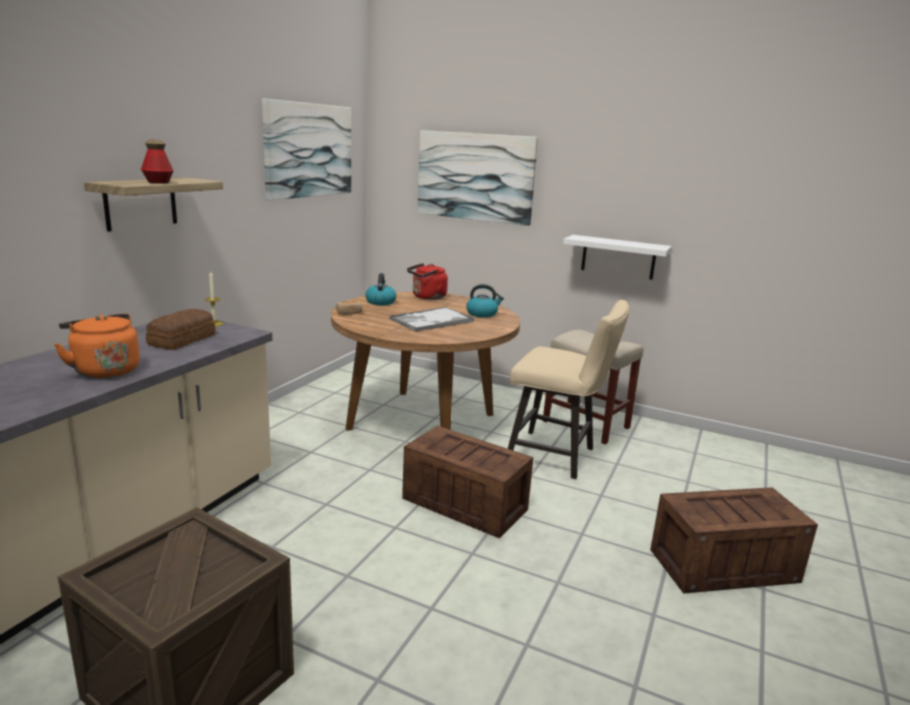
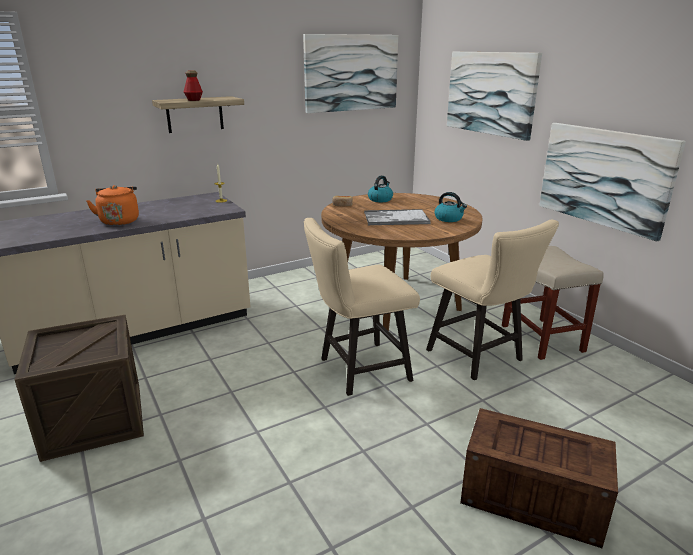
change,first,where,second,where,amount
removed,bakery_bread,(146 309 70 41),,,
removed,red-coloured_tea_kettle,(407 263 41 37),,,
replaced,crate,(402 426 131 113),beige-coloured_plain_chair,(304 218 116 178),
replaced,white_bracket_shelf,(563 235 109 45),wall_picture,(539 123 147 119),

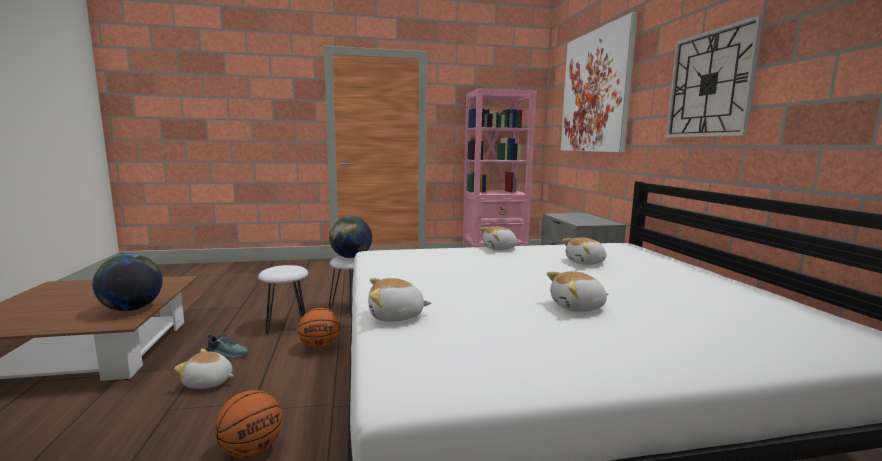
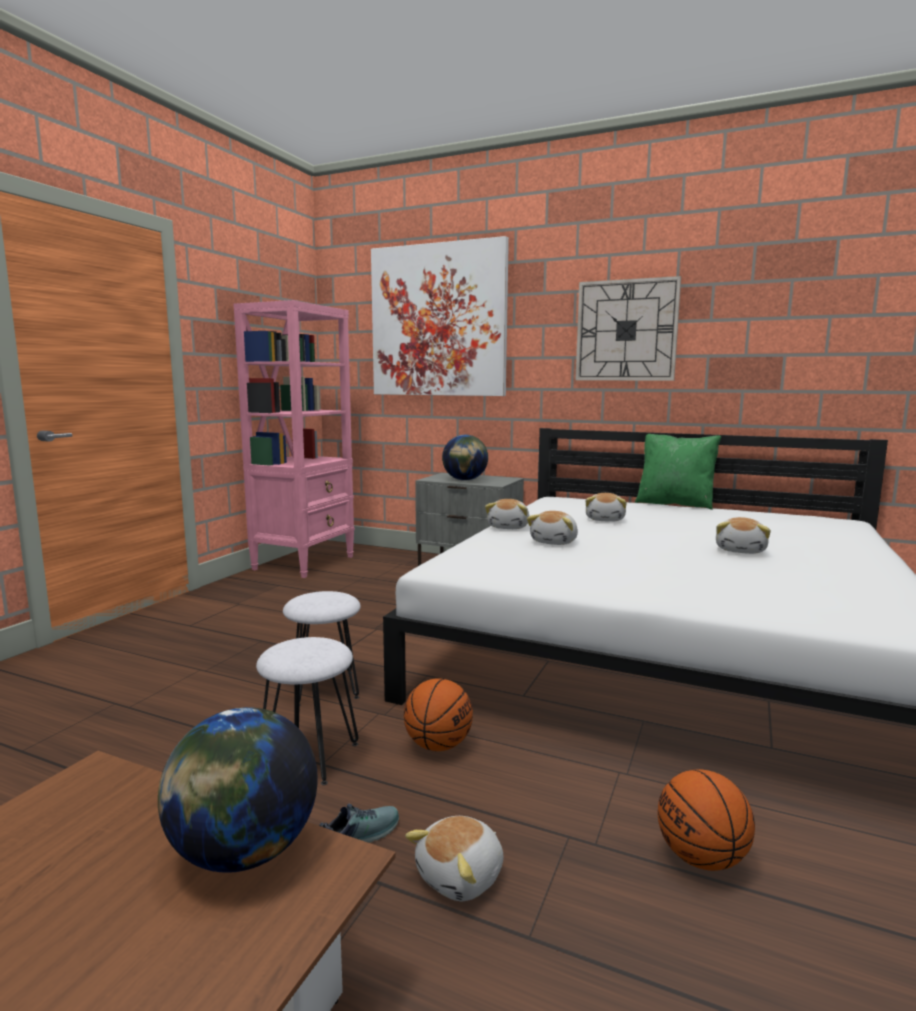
change,first,where,second,where,amount
added,,,greenish_cushion,(635 434 86 76),
moved,world_globe,(329 216 43 42),,(442 435 46 45),
moved,cuddly_toy,(368 278 63 44),,(527 511 51 34),

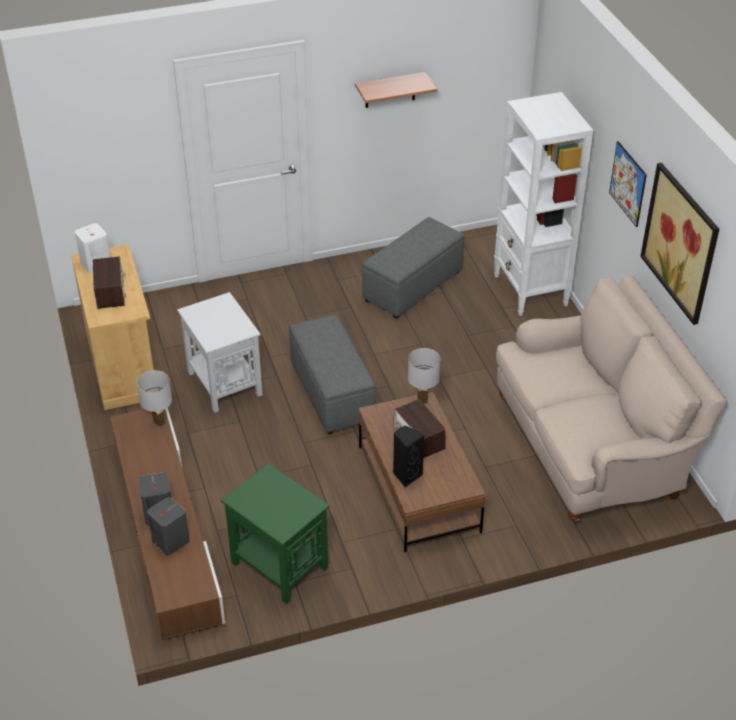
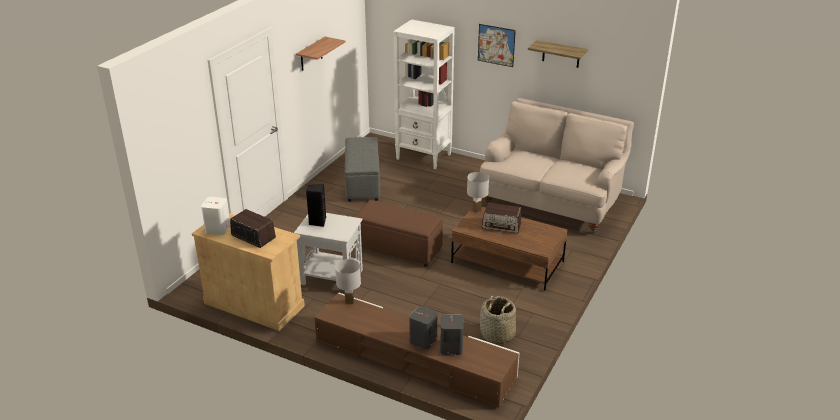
change,first,where,second,where,amount
moved,black_audio_speaker,(393 425 31 63),,(306 184 20 43),
replaced,greenish_accent_table,(221 464 109 140),household_basket,(480 296 36 48),
replaced,wall_picture,(640 163 79 162),bracket_shelf,(528 40 60 28),
recoloured,gray_pouffe,(289 315 86 120),brownish_pouffe,(354 200 89 67),

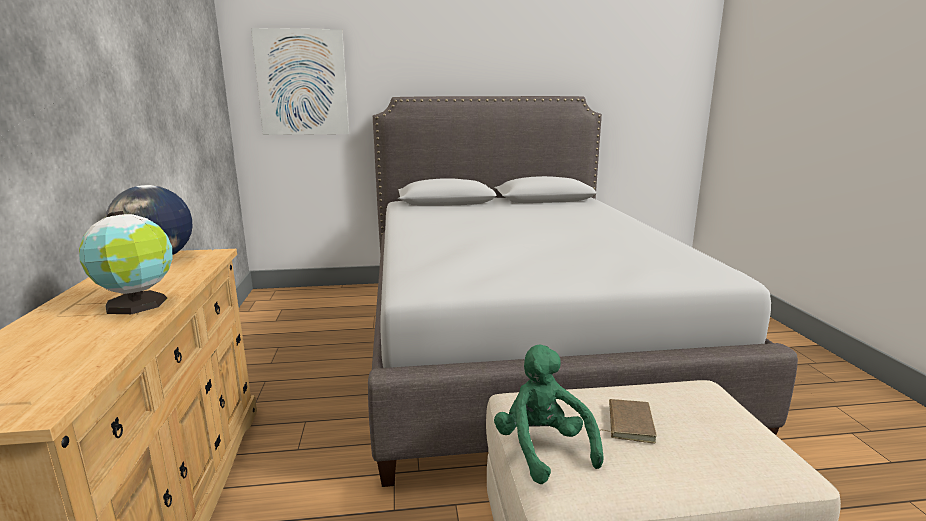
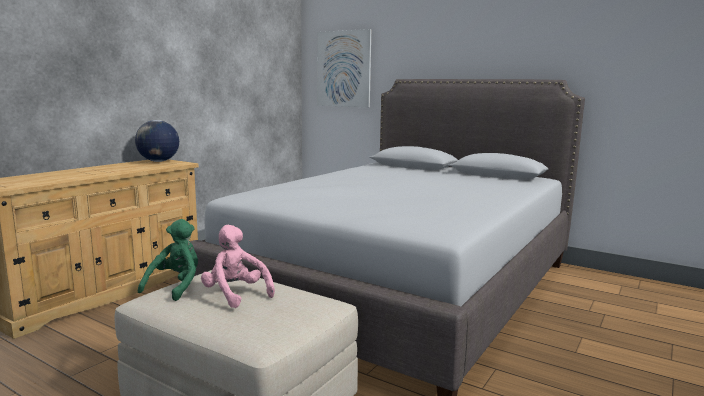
change,first,where,second,where,amount
removed,world_globe,(79 211 94 103),,,
replaced,brownish_volume,(599 399 58 45),pink-coloured_cuddly_toy,(201 225 74 83),

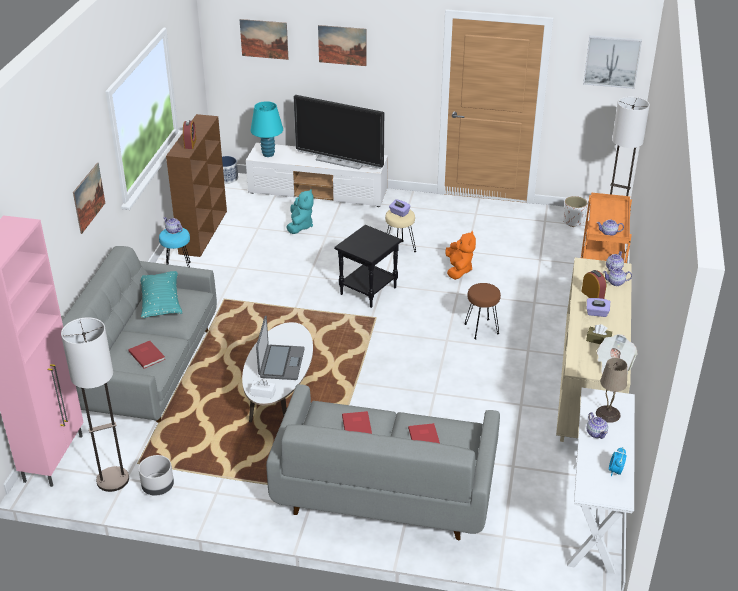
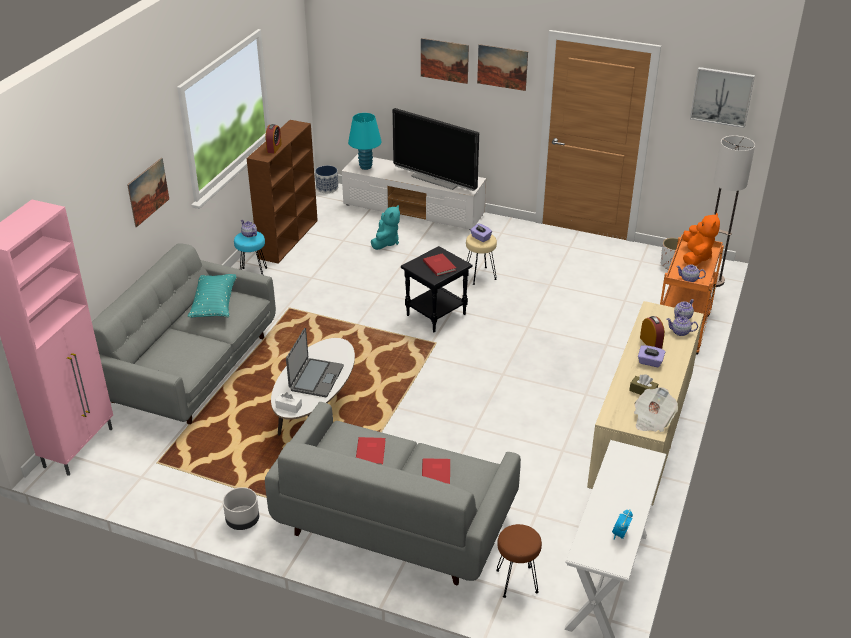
change,first,where,second,where,amount
removed,floor_lamp,(61 317 68 175),,,
removed,teapot,(586 412 22 27),,,
removed,beige-coloured_table_lamp,(596 358 31 65),,,
moved,red-coloured_volume,(128 341 37 28),,(423 253 33 23),
moved,gray_plant_pot,(138 455 36 41),,(223 487 36 43),
moved,wall_picture,(239 19 49 41),,(477 44 51 47),
moved,orange_cuddly_toy,(445 231 31 49),,(683 213 37 53),
moved,brownish_sitting_stool,(464 283 37 56),,(496 524 46 74),

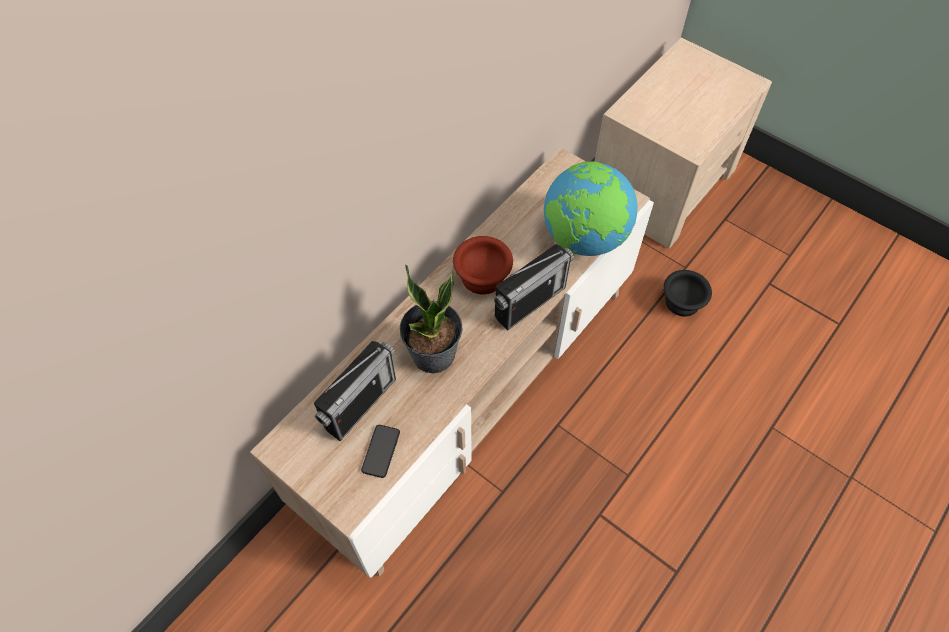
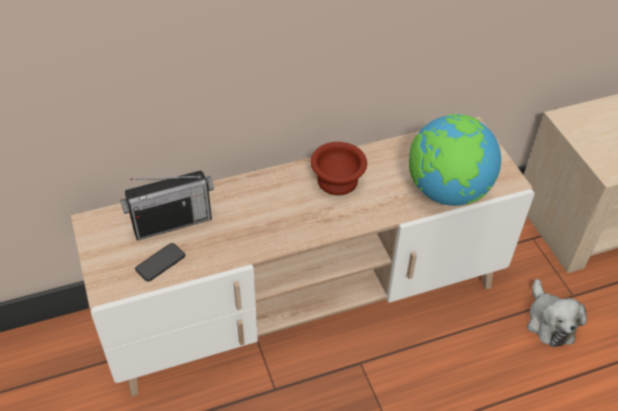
change,first,where,second,where,amount
removed,plant_in_a_pot,(400 264 63 110),,,
removed,radio_set,(494 244 80 87),,,
replaced,black_bowl,(664 270 48 47),cuddly_toy,(527 279 60 68),

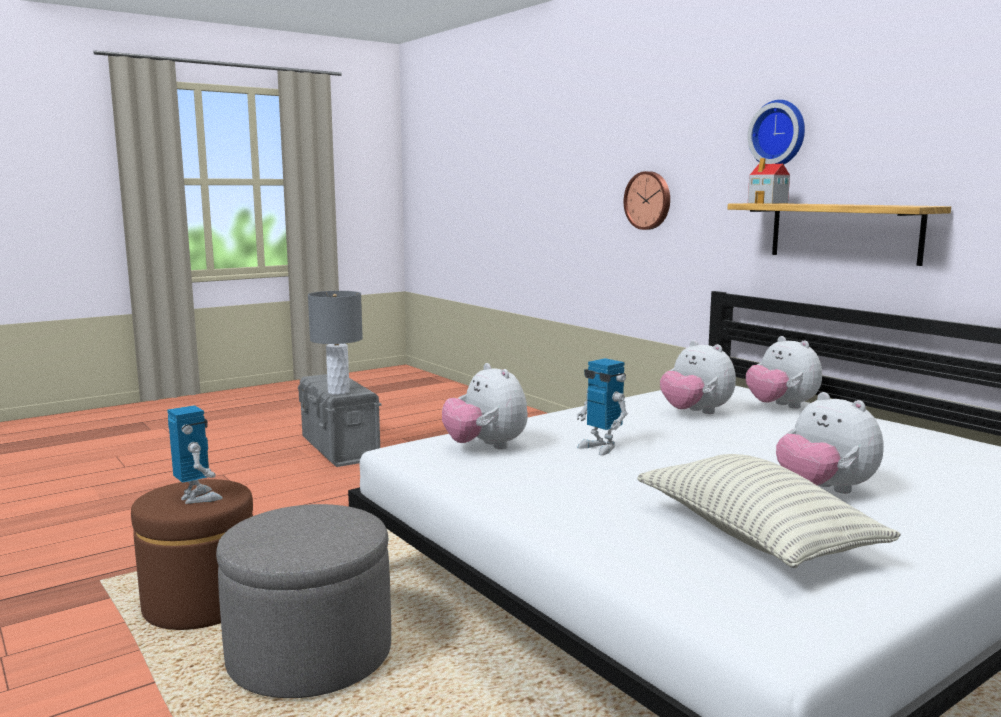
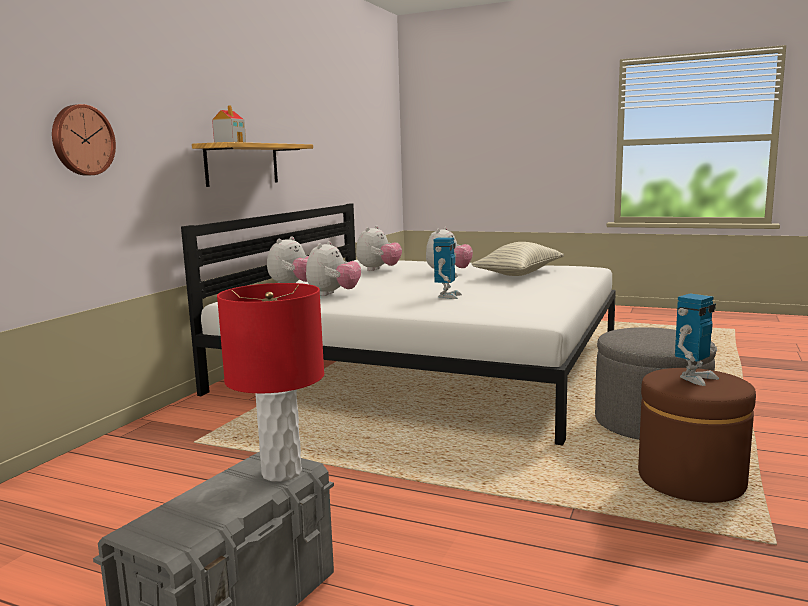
change,first,where,second,where,amount
removed,wall_clock,(748 100 57 64),,,
moved,cuddly_toy,(442 363 86 86),,(356 226 46 45),
recoloured,gray_table_lamp,(308 291 55 104),red-coloured_table_lamp,(217 283 107 199),
turned,model_robot,(167 405 56 99),,(675 293 44 93),150 degrees counterclockwise

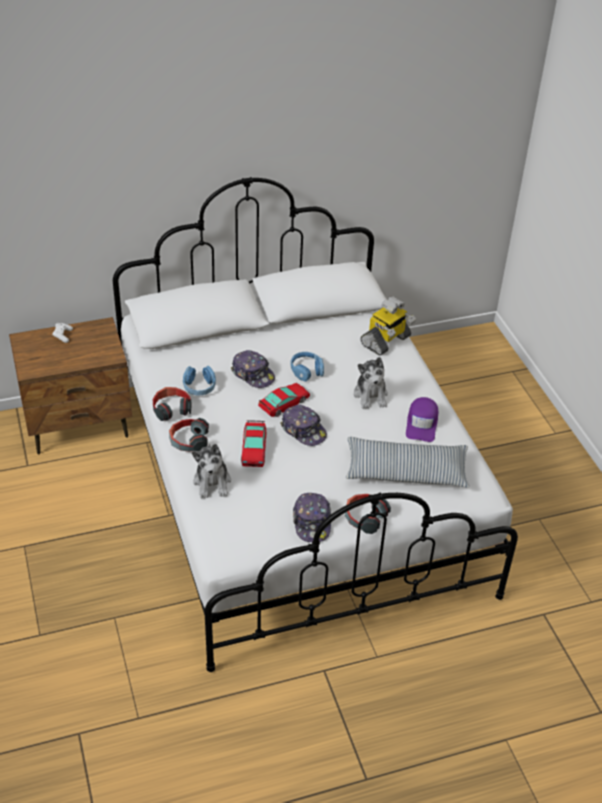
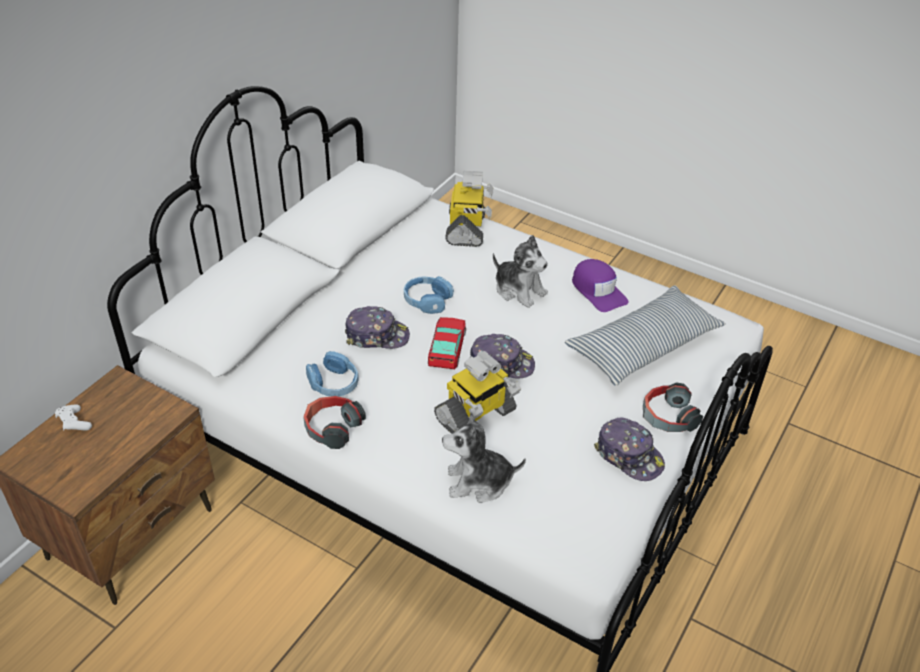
change,first,where,second,where,amount
removed,pair_of_headphones,(169 418 40 34),,,
replaced,miniature_car,(241 420 25 47),model_robot,(434 351 87 83),
turned,cuddly_toy,(192 444 39 54),,(442 412 84 91),135 degrees clockwise

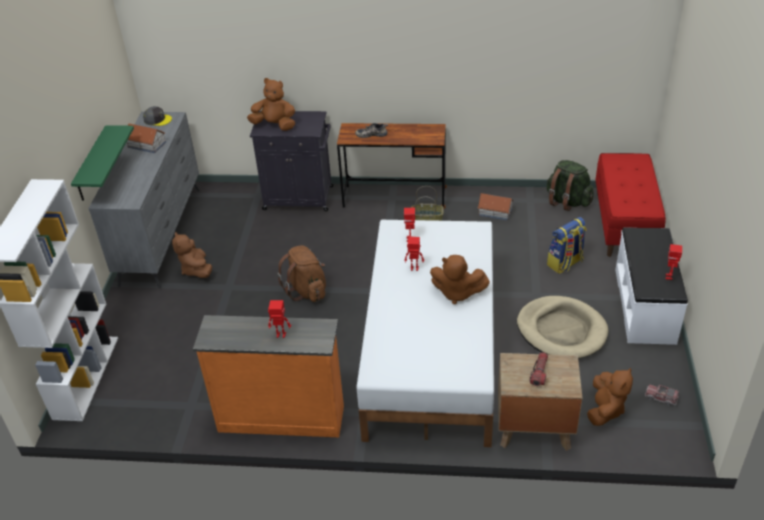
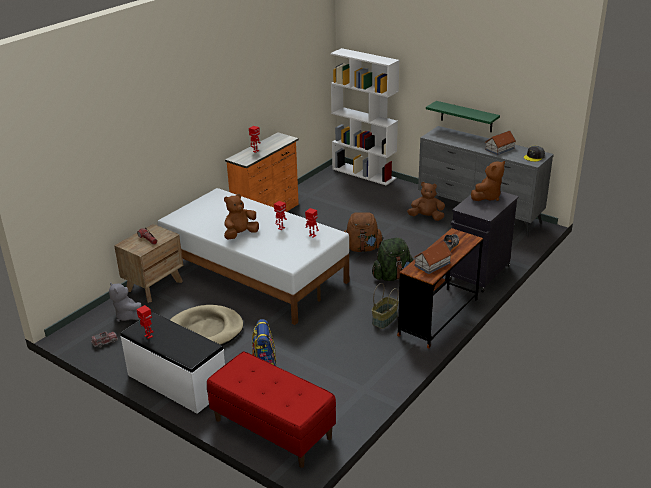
change,first,where,second,where,amount
moved,toy_house,(478 193 35 28),,(414 241 38 33),
moved,greenish_knapsack,(547 160 47 51),,(372 238 41 43),
recoloured,brownish_cuddly_toy,(587 367 46 59),gray_cuddly_toy,(109 283 32 39),

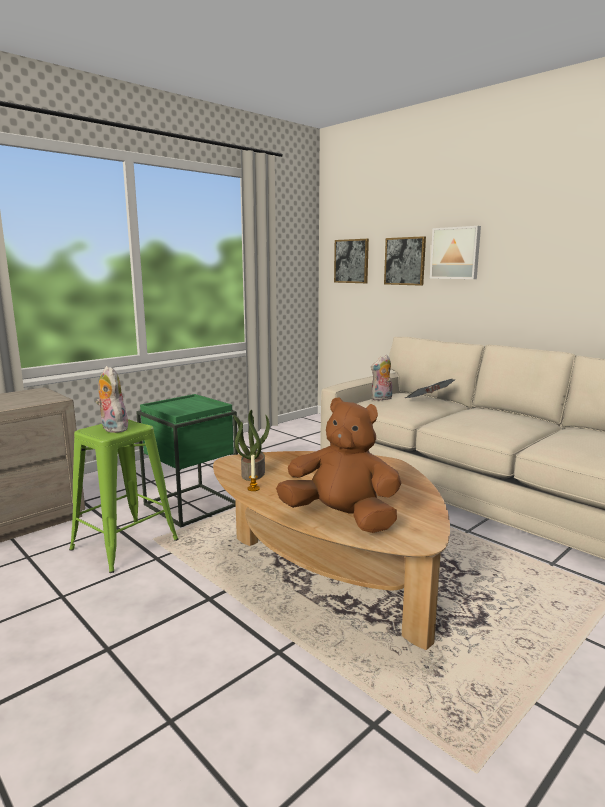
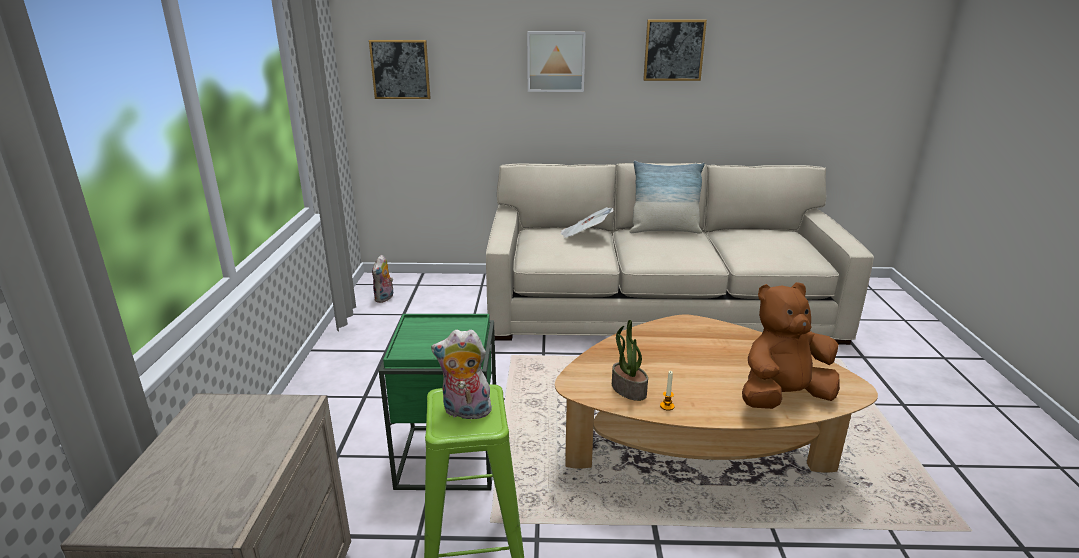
change,first,where,second,where,amount
added,,,cushion,(630 161 75 73),
moved,cuddly_toy,(371 355 21 46),,(372 254 21 49),
moved,wall_picture,(384 236 42 50),,(643 20 64 61),

